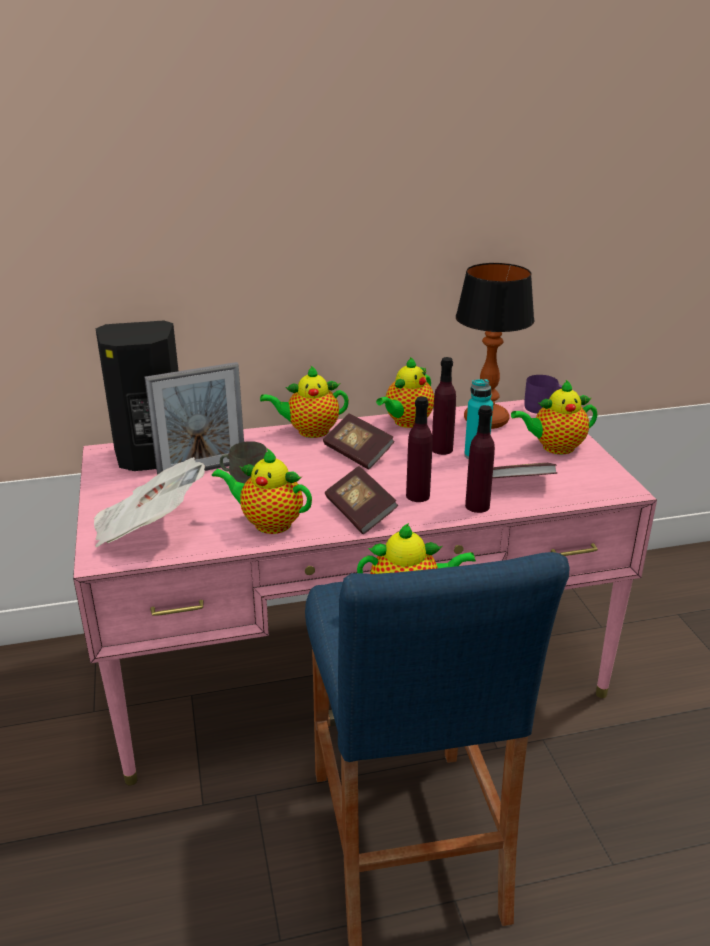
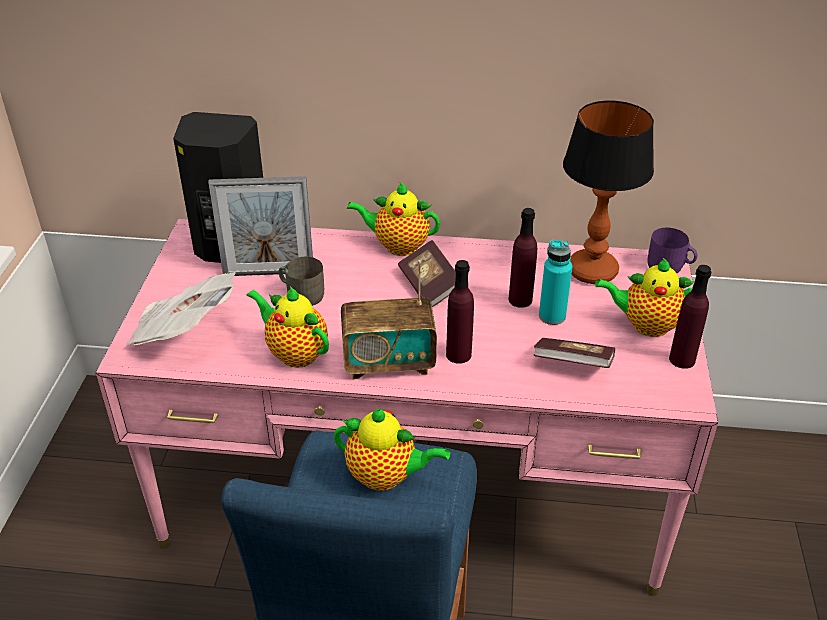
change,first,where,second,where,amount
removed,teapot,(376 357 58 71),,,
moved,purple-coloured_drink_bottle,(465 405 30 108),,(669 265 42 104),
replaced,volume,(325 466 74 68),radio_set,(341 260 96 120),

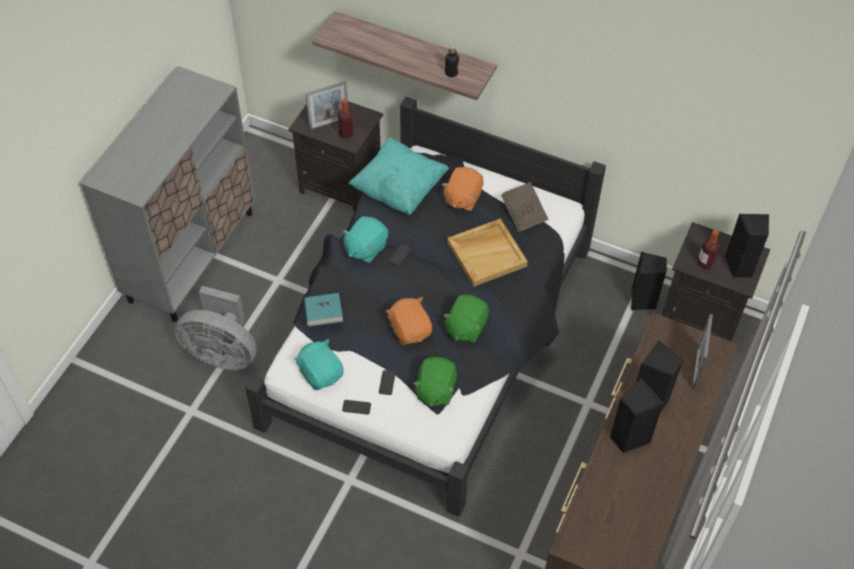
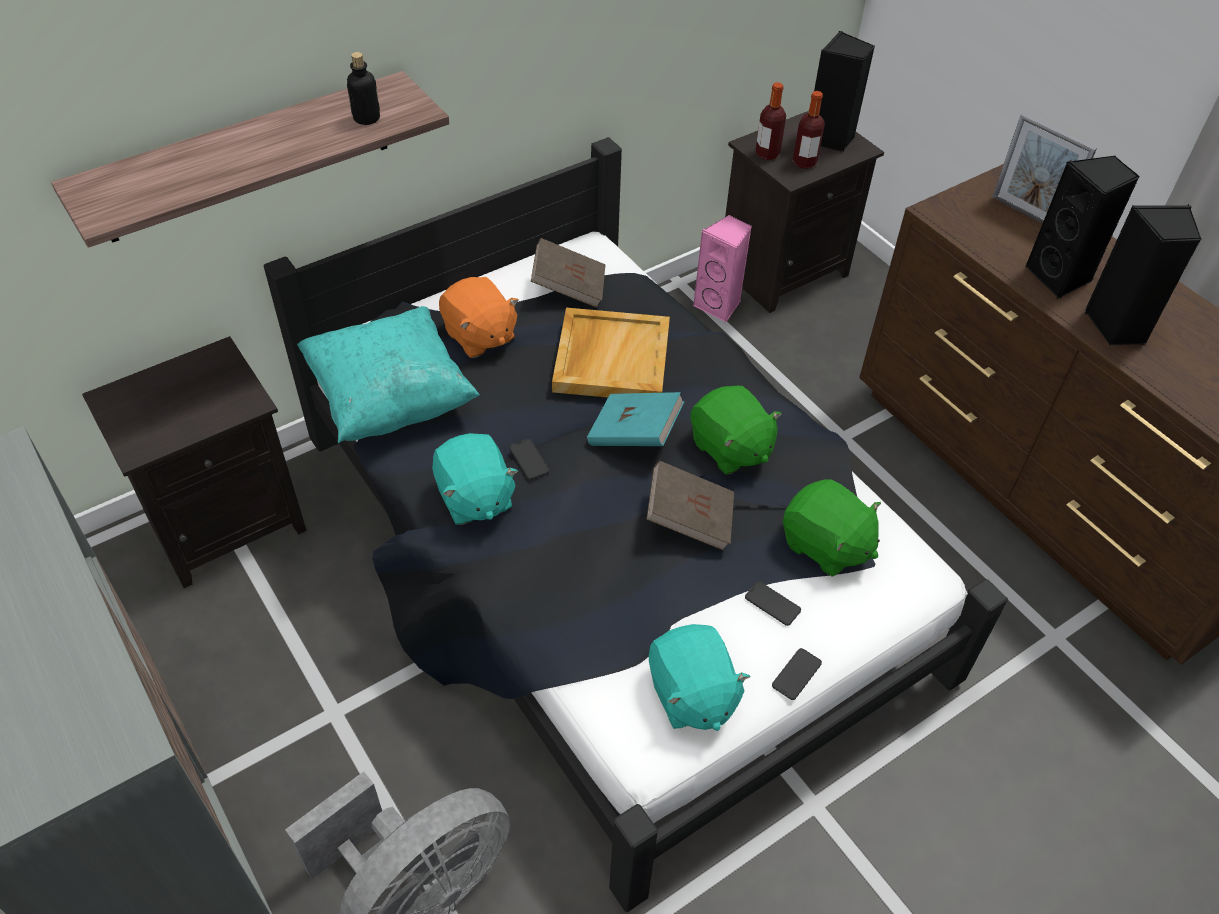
change,first,where,second,where,amount
removed,standing_frame,(306 81 42 49),,,
moved,turquoise_volume,(304 293 39 33),,(587 392 97 54),
moved,drink_bottle,(338 99 16 40),,(755 82 31 78),
replaced,orange_cuddly_toy,(386 297 46 48),brownish_volume,(646 461 88 90),
recoloured,black_audio_speaker,(631 252 36 59),pink-coloured_audio_speaker,(693 215 59 107),
turned,turquoise_cuddly_toy,(294 339 49 52),,(649 624 101 107),105 degrees counterclockwise

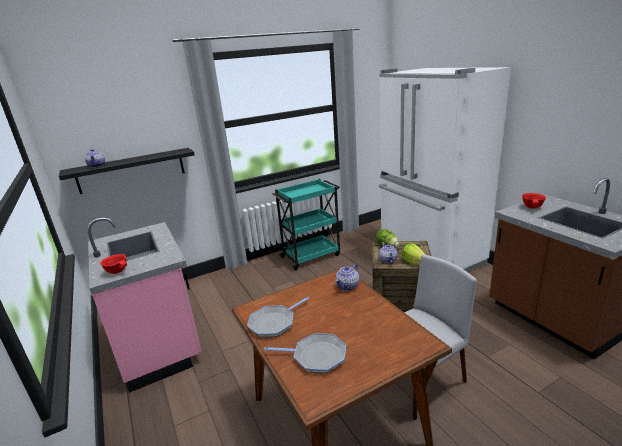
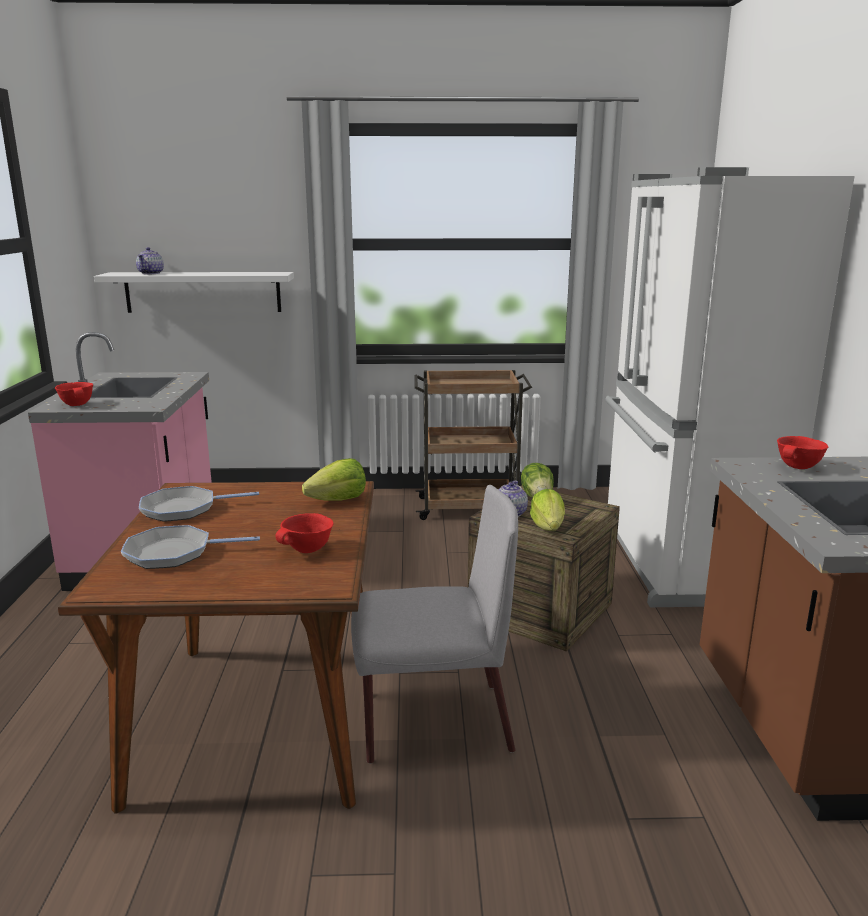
change,first,where,second,where,amount
added,,,red-coloured_bowl,(275 513 58 40),
replaced,teapot,(335 264 24 27),lettuce,(302 458 64 42),
recoloured,black_bracket_shelf,(59 148 136 46),white_bracket_shelf,(94 272 200 41),
recoloured,turquoise_trolley,(272 179 68 91),brownish_trolley,(414 370 118 150),
turned,frying_pan,(264 333 82 40),,(121 525 139 44),135 degrees clockwise

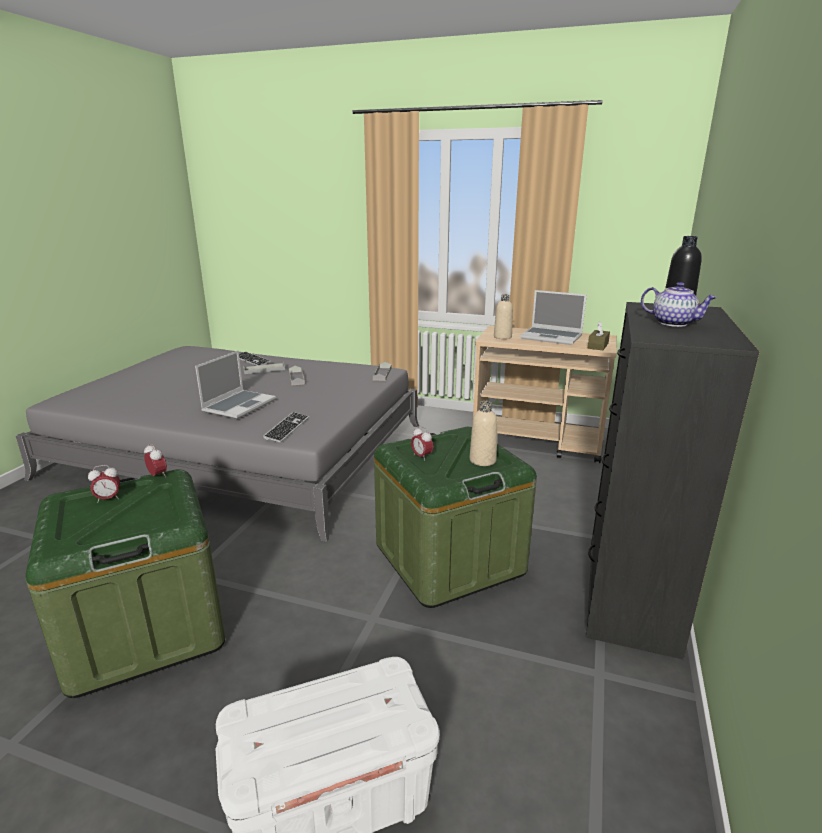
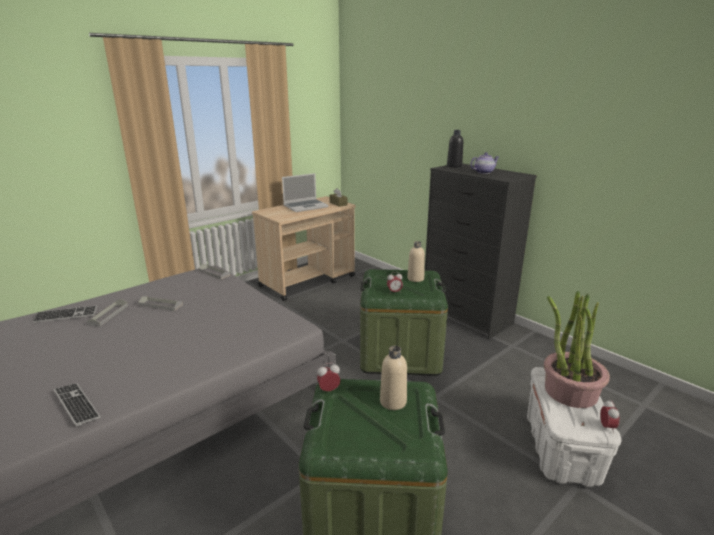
change,first,where,second,where,amount
removed,notebook_computer,(195 351 81 68),,,
added,,,plant_in_a_pot,(544 291 66 117),
moved,bedside_clock,(88 465 32 38),,(600 400 20 33),
moved,keyboard,(263 412 46 31),,(54 383 46 43),
moved,beige-coloured_drink_bottle,(494 294 19 45),,(380 346 27 64),

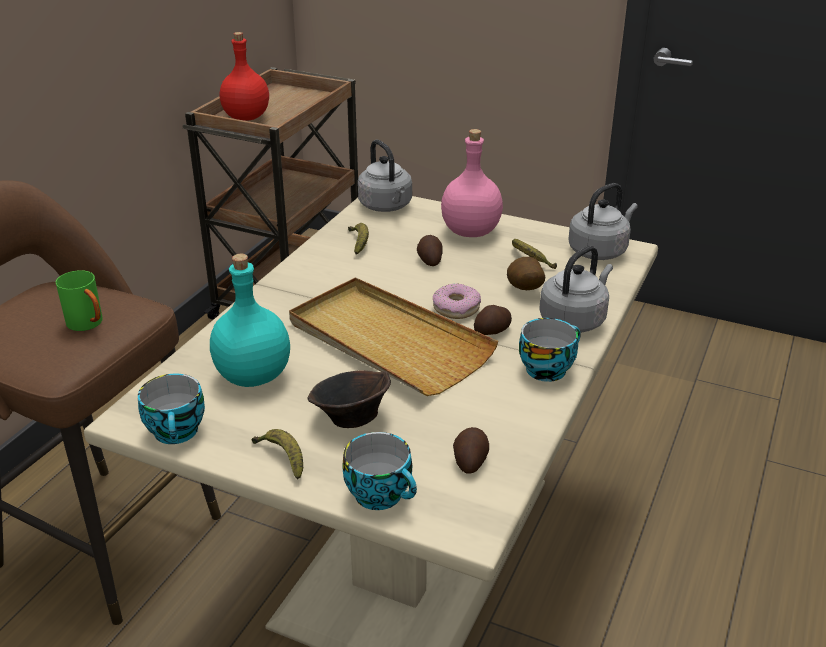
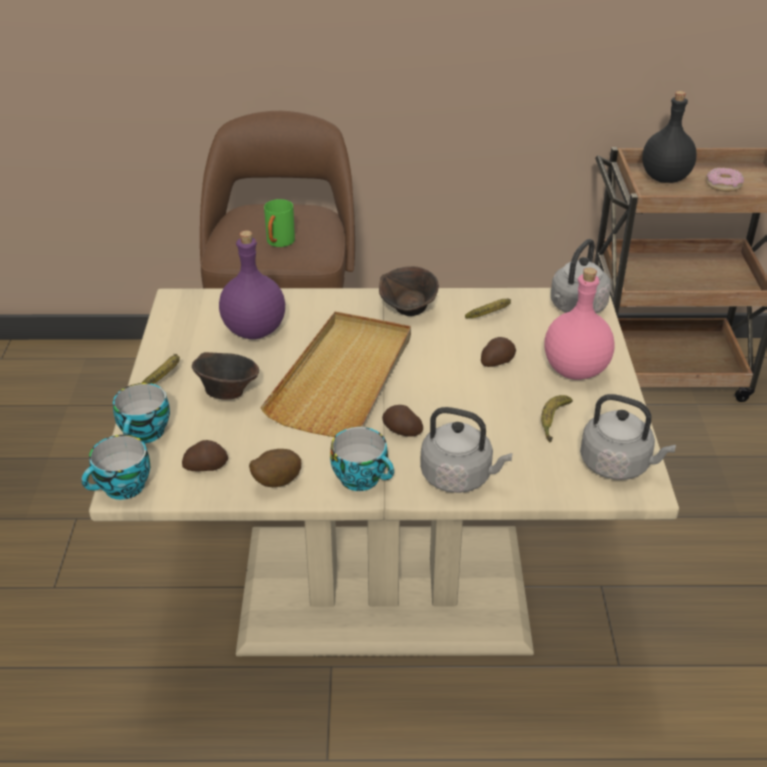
change,first,where,second,where,amount
added,,,brownish_bowl,(379 266 60 50),
moved,drinking_cup,(138 374 67 70),,(82 435 69 65),
moved,doughnut,(433 283 48 36),,(707 168 37 24),
moved,potato,(507 257 38 33),,(249 449 52 38),
recoloured,turquoise_drink_bottle,(210 254 80 133),purple-coloured_drink_bottle,(219 231 66 108),
recoloured,red-coloured_drink_bottle,(220 32 49 89),black_drink_bottle,(642 91 55 92),

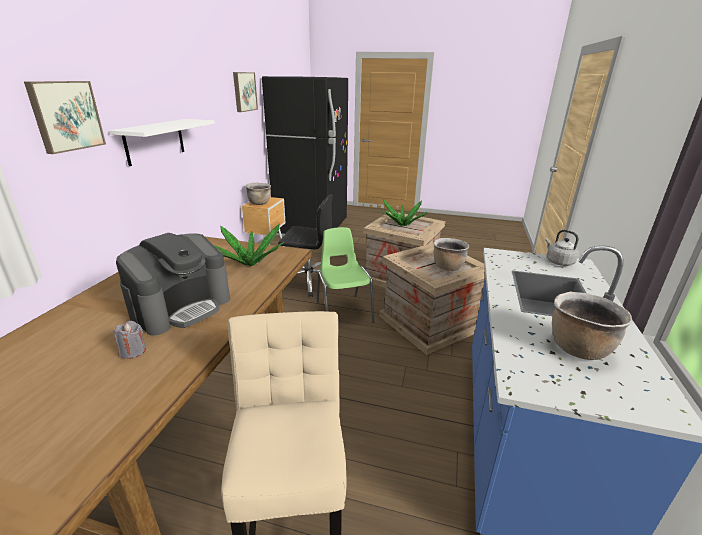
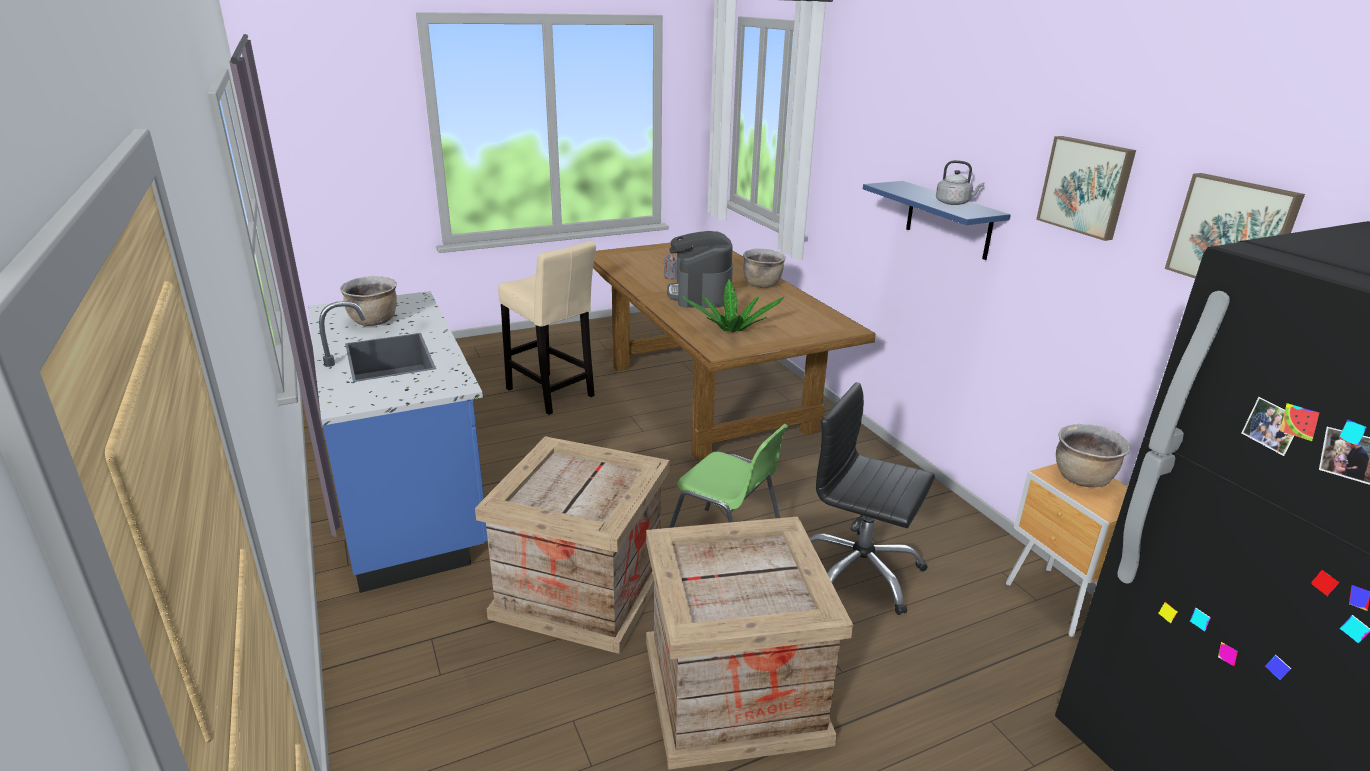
change,first,where,second,where,amount
removed,plant_in_a_pot,(382 200 46 26),,,
moved,wall_picture,(24 81 82 73),,(1036 136 100 105),
moved,brownish_saucepot,(433 238 36 33),,(743 249 43 39),
moved,gray_tea_kettle,(545 230 34 36),,(936 160 48 45),
recoloured,white_bracket_shelf,(109 119 106 47),blue_bracket_shelf,(863 181 147 79),
turned,black_desk_chair,(278 194 55 103),,(809 382 126 233),60 degrees clockwise

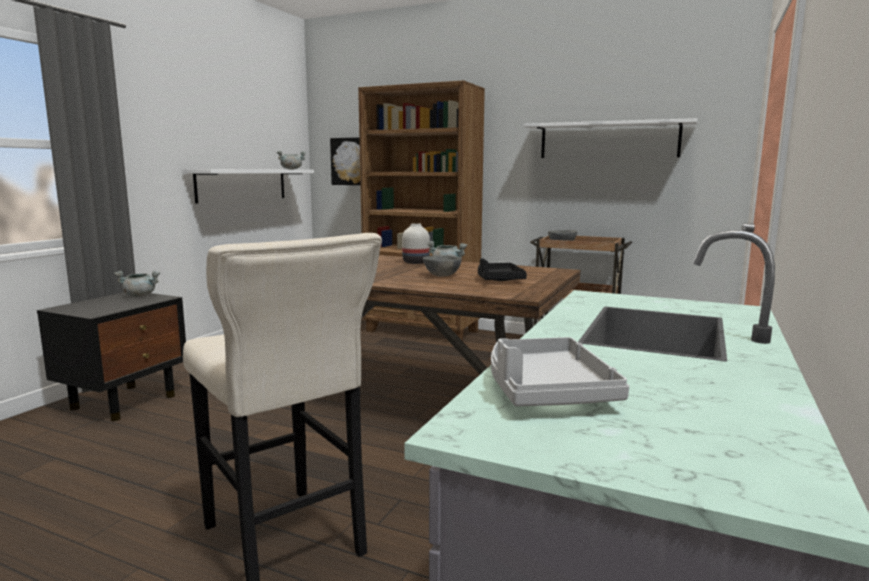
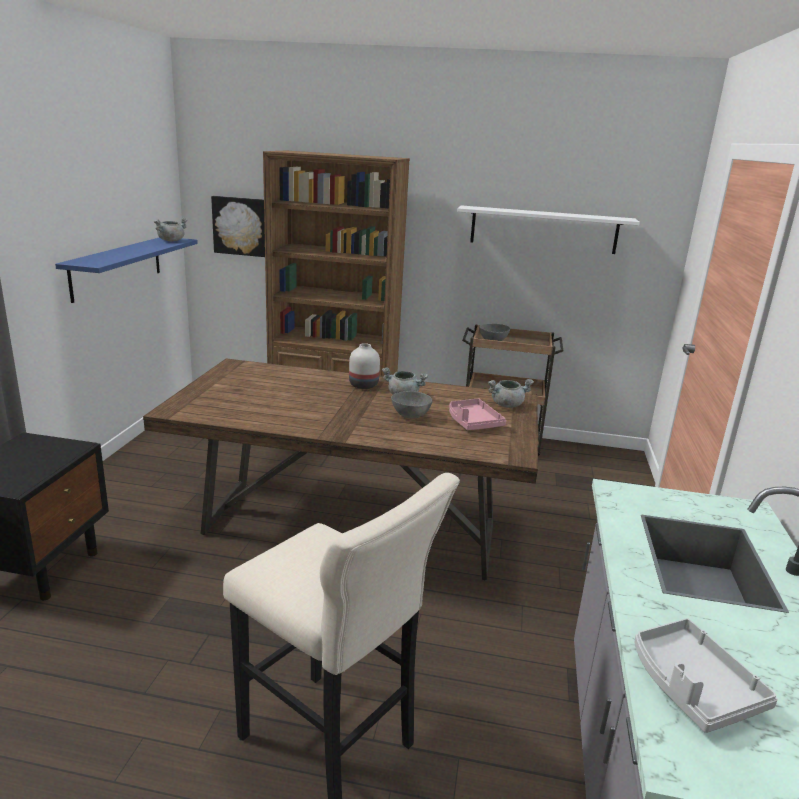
change,first,where,second,where,amount
moved,gray_saucepot,(115 271 45 26),,(488 379 46 29),
recoloured,white_bracket_shelf,(182 169 132 35),blue_bracket_shelf,(55 237 143 66),
recoloured,black_carrying_tray,(478 258 49 23),pink-coloured_carrying_tray,(449 399 57 31),

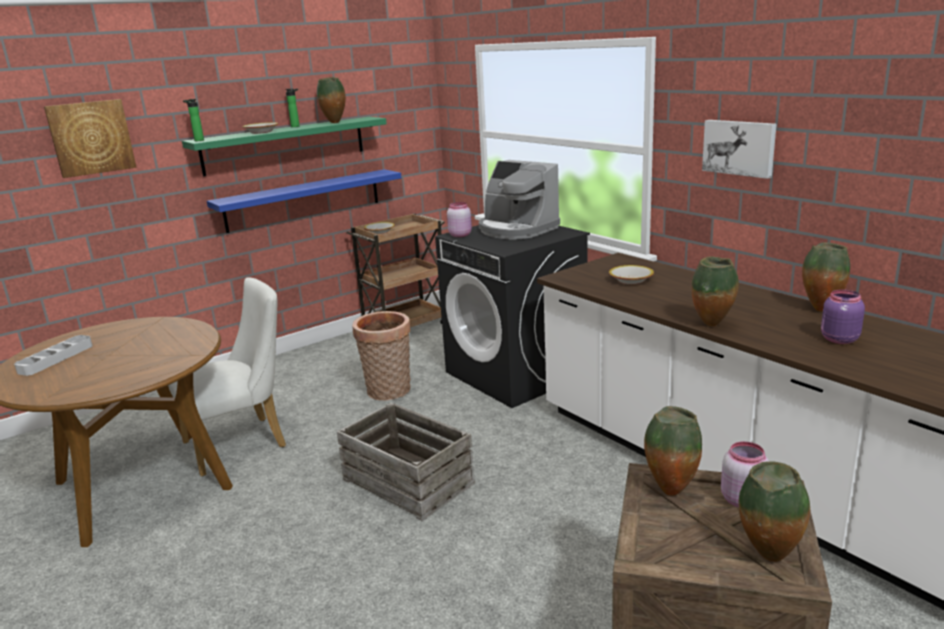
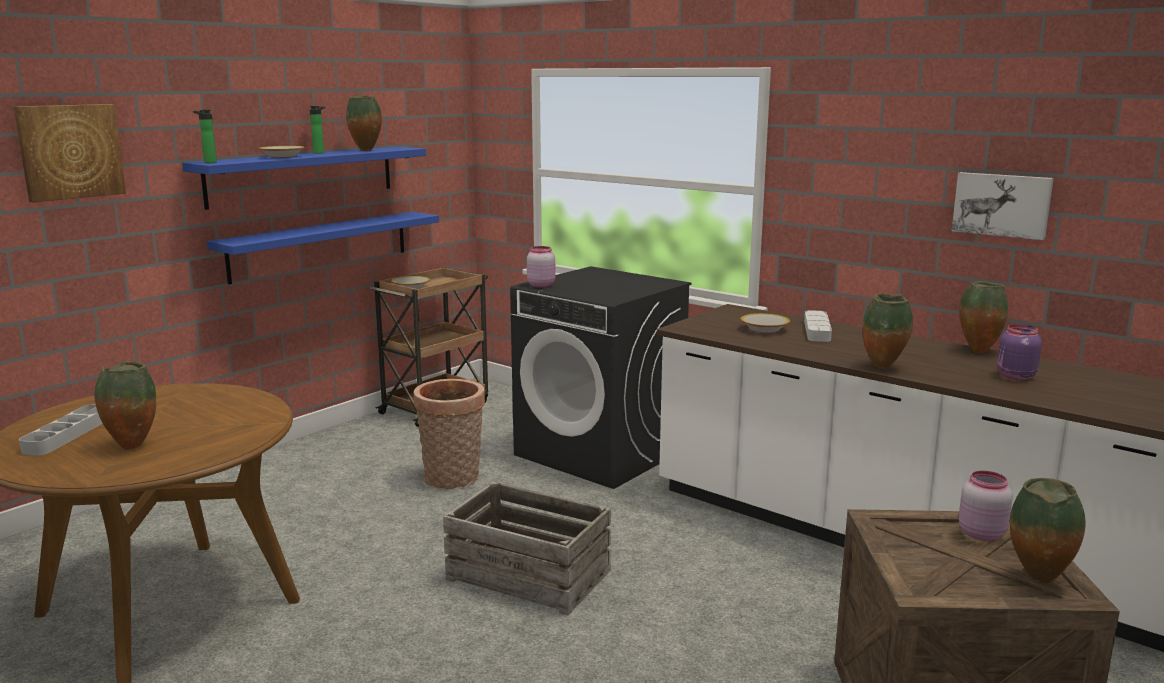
change,first,where,second,where,amount
removed,white_plain_chair,(168 278 118 199),,,
removed,coffee_maker,(479 160 81 79),,,
added,,,gray_carrying_tray,(804 310 28 32),
moved,decorative_vase,(644 406 58 90),,(95 361 61 89),
moved,wall_picture,(702 120 75 59),,(952 172 102 68),
recoloured,greenish_bracket_shelf,(182 117 205 60),blue_bracket_shelf,(182 147 244 63),

